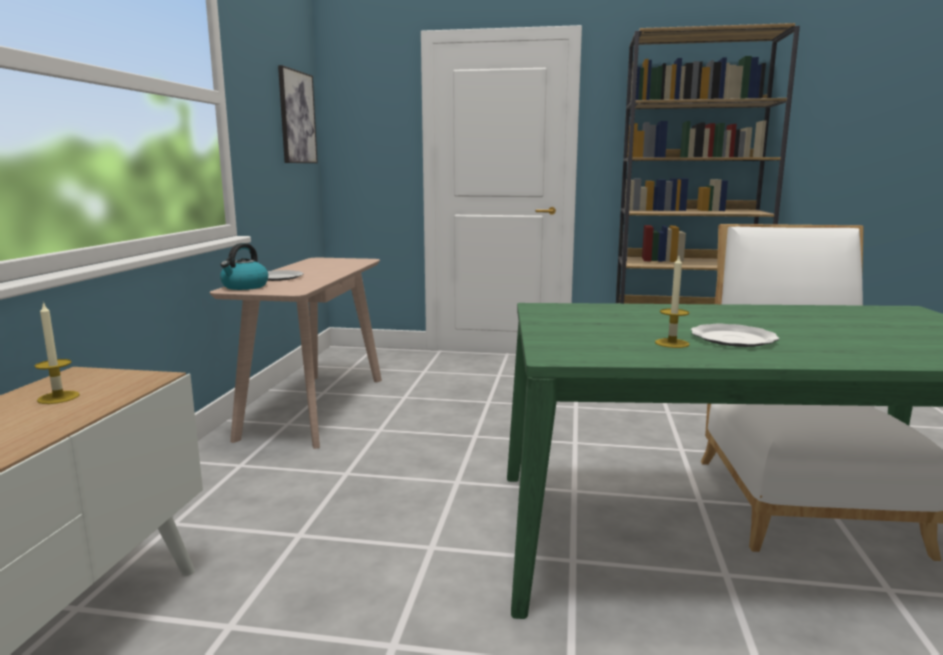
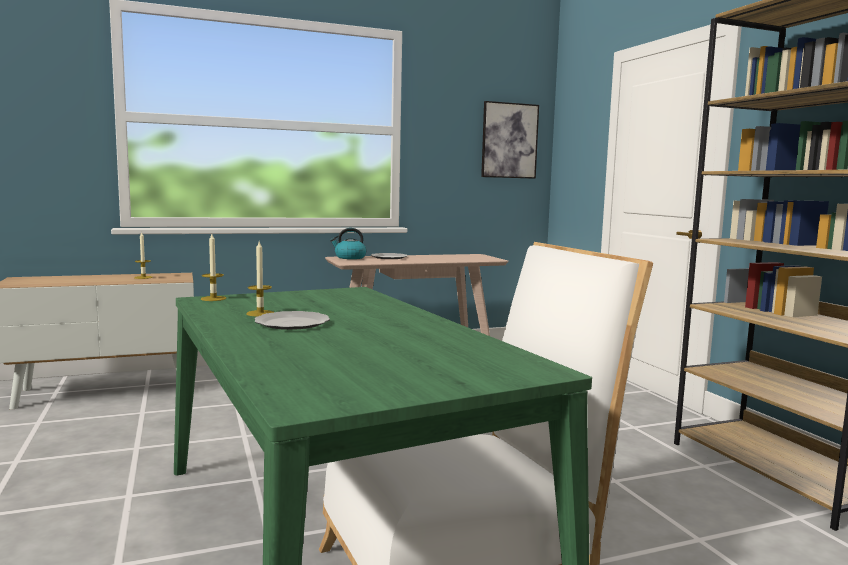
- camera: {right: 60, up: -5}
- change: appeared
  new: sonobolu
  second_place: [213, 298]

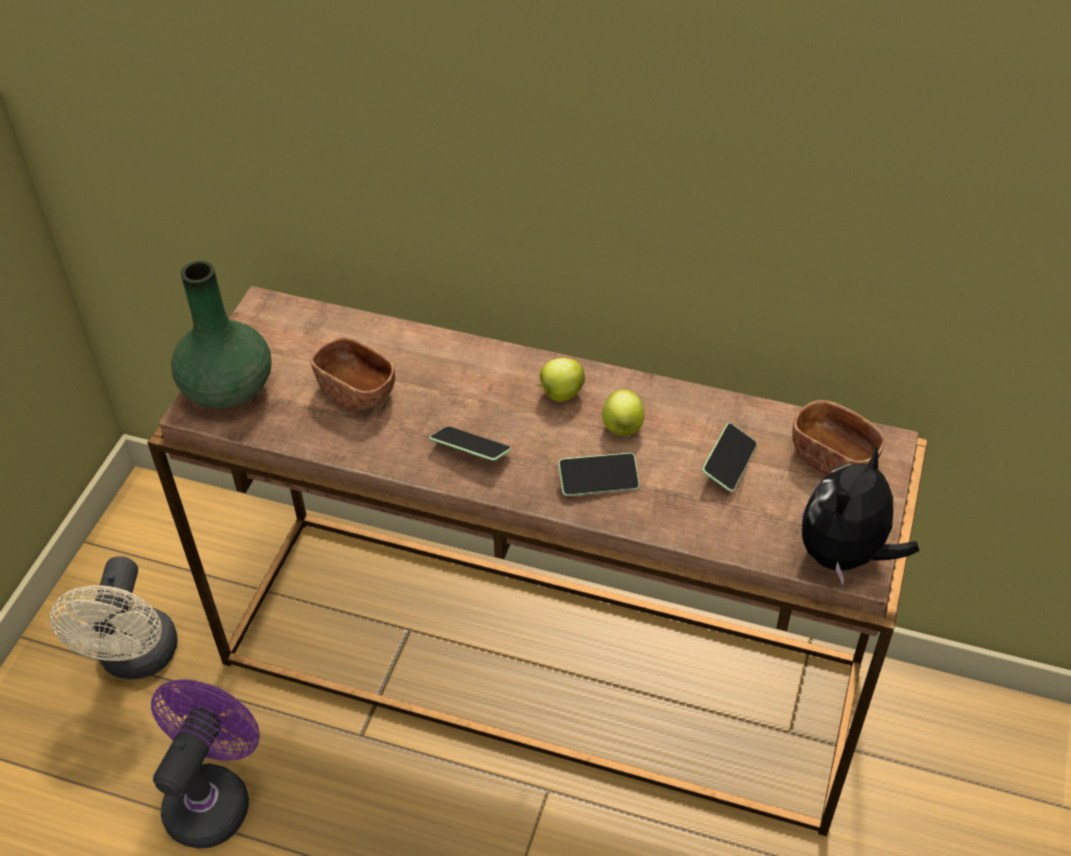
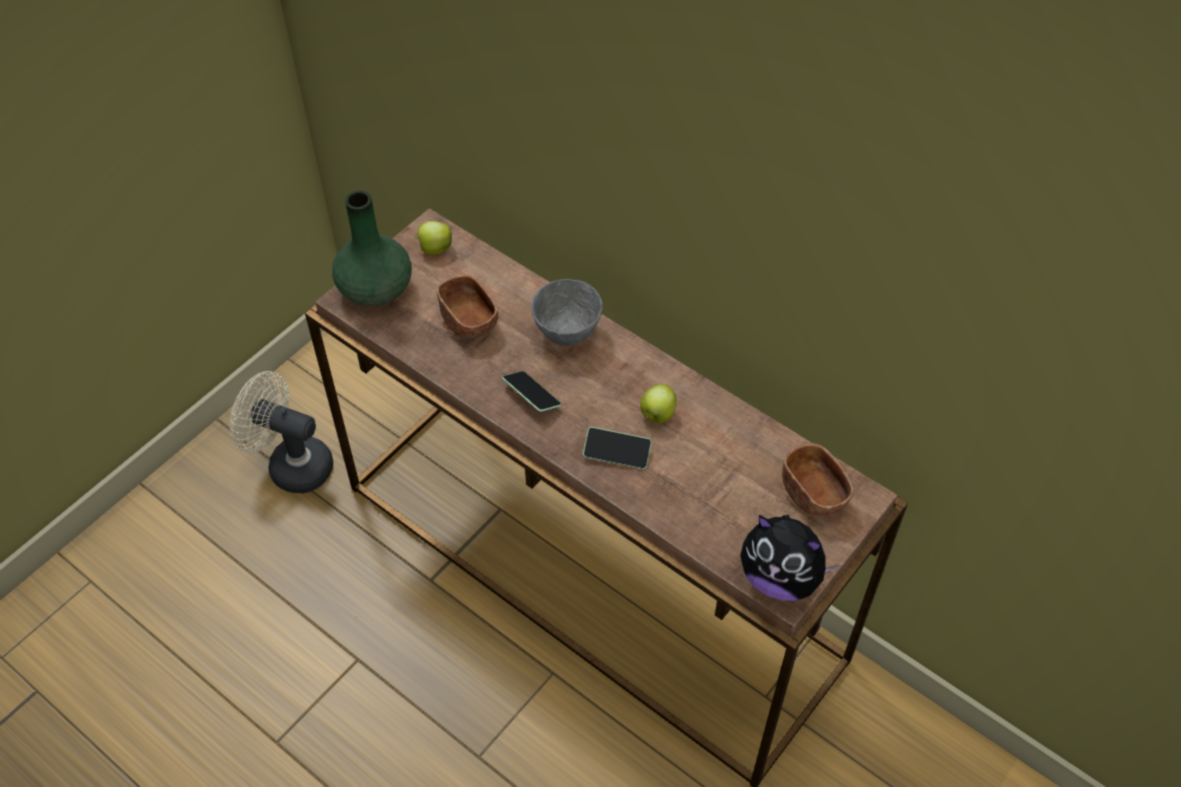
- camera: {right: 20, up: 5}
- change: missing
  old: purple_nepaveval
  first_place: [213, 795]
- change: missing
  old: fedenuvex
  first_place: [729, 464]
- change: appeared
  new: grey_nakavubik
  second_place: [565, 333]
- change: relocated
  old: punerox
  first_place: [560, 394]
  second_place: [434, 249]
- change: spun
  old: beige_nepaveval
  first_place: [136, 660]
  second_place: [291, 464]
  degrees: 90
- change: spun
  old: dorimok
  first_place: [845, 555]
  second_place: [780, 578]
  degrees: -120

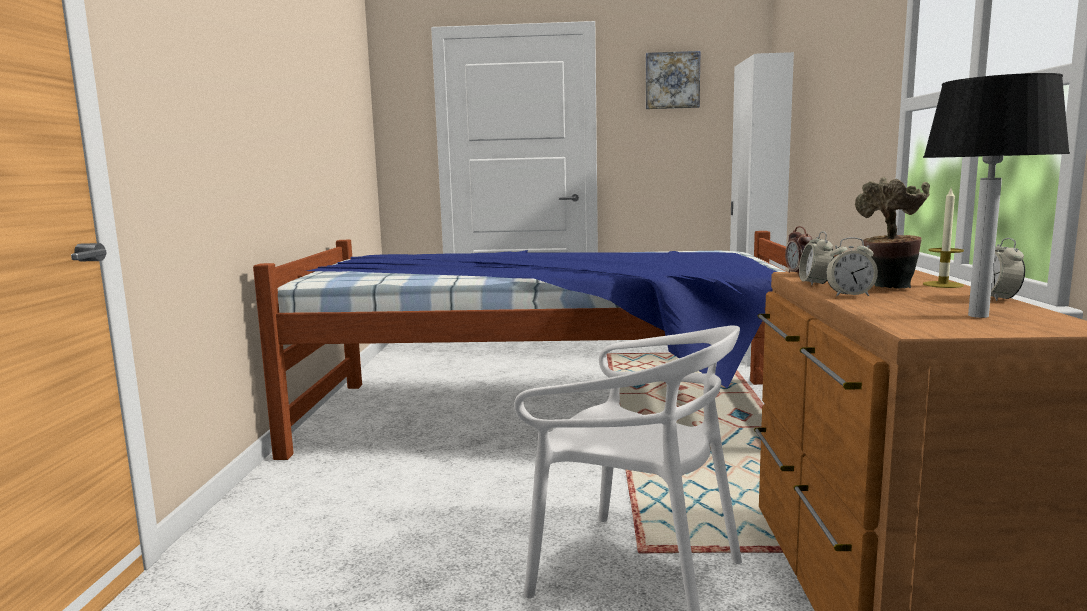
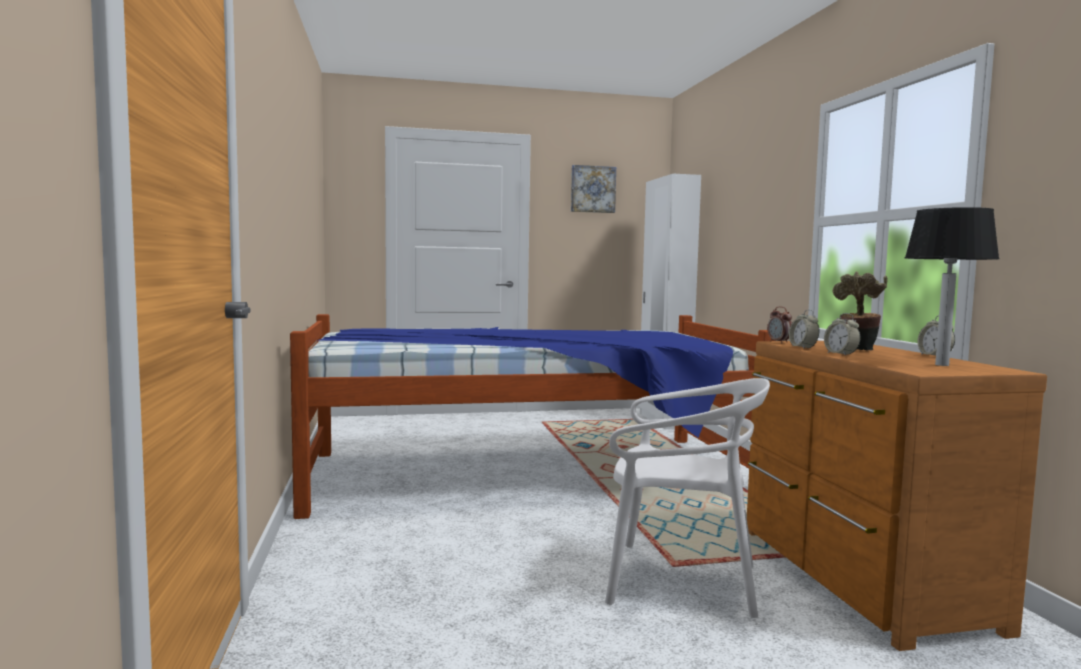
- camera: {right: -15, up: -5}
- change: missing
  old: sonobolu
  first_place: [943, 285]
- change: spun
  old: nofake
  first_place: [849, 295]
  second_place: [841, 354]
  degrees: 75

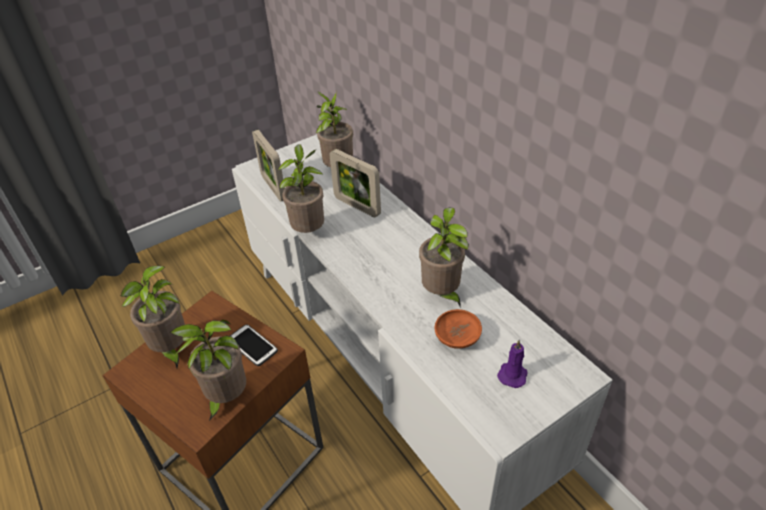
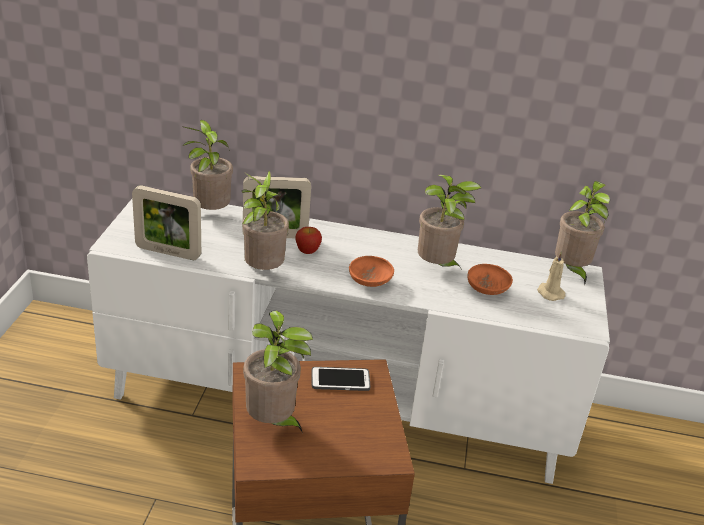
- camera: {right: -50, up: -10}
- change: appeared
  new: punerox
  second_place: [307, 250]
- change: appeared
  new: orange_nakavubik
  second_place: [370, 281]
- change: relocated
  old: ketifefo
  first_place: [226, 398]
  second_place: [571, 272]
- change: colour
  old: purple_sonobolu
  new: beige_sonobolu
  first_place: [513, 374]
  second_place: [549, 293]

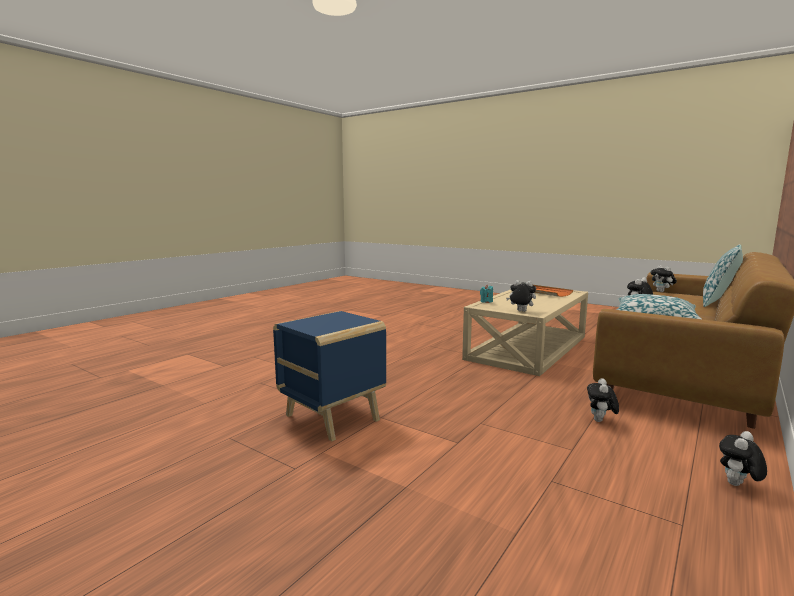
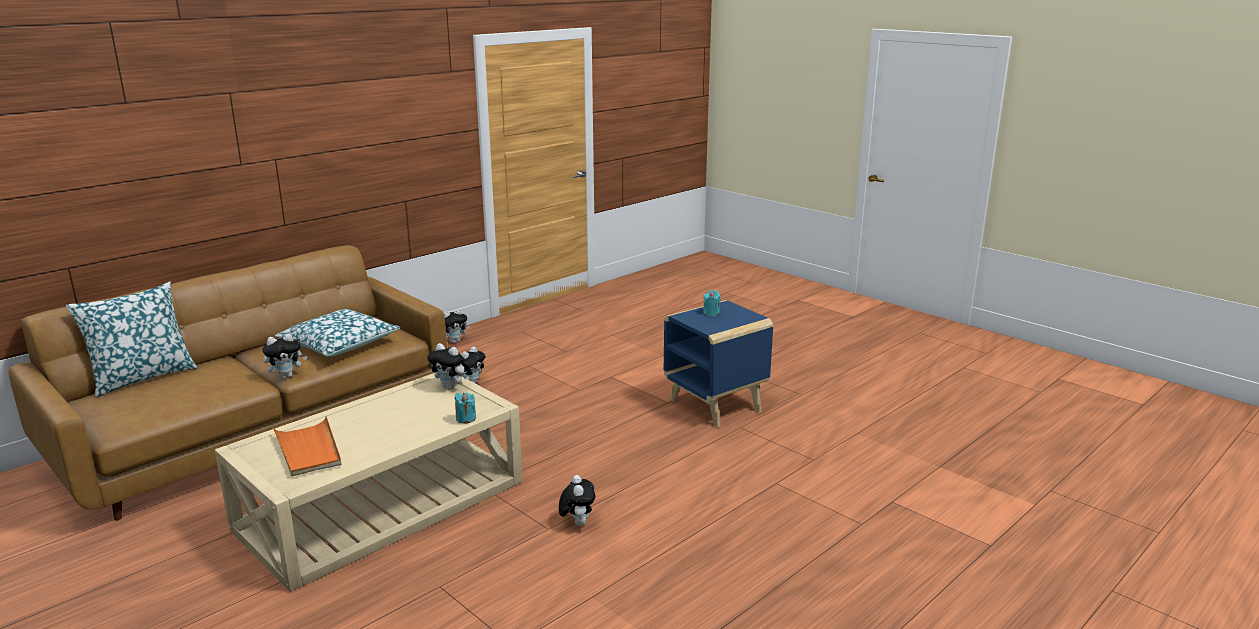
- camera: {right: -170, up: 10}
- change: appeared
  new: turquoise_sonobolu
  second_place: [711, 313]
- change: relocated
  old: dorimok
  first_place: [662, 291]
  second_place: [577, 523]

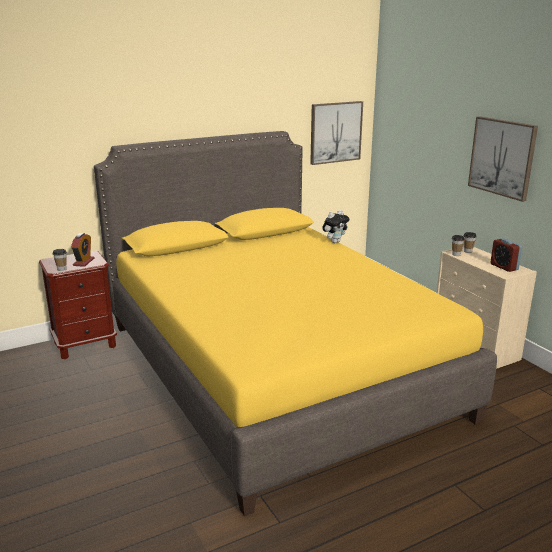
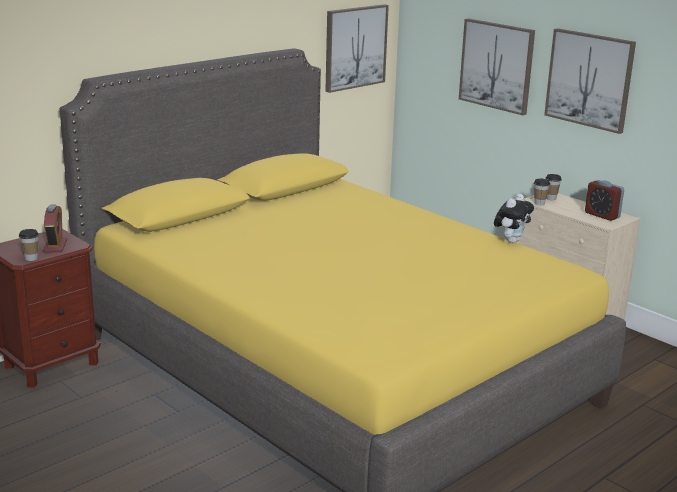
- camera: {right: -15, up: 0}
- change: appeared
  new: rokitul
  second_place: [497, 65]
- change: relocated
  old: dorimok
  first_place: [335, 241]
  second_place: [511, 240]

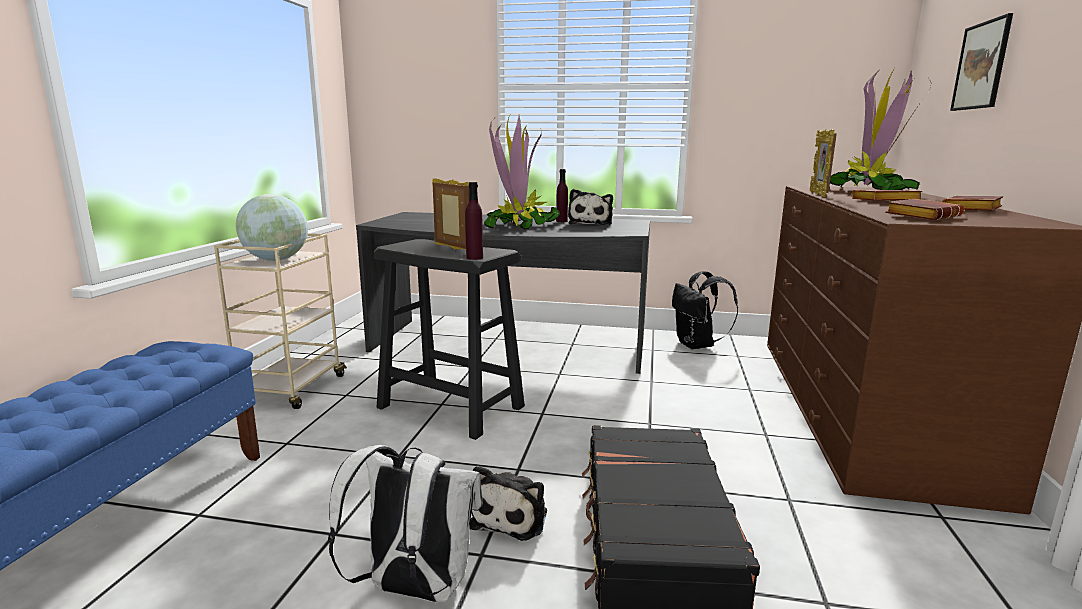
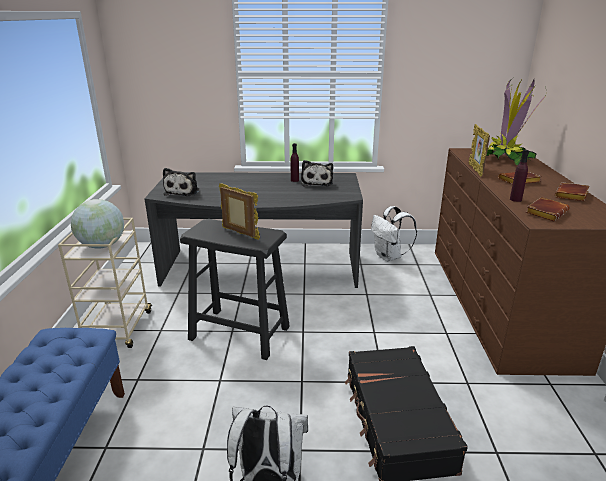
- camera: {right: -10, up: 10}
- change: missing
  old: ketifefo
  first_place: [519, 226]
- change: missing
  old: rokitul
  first_place: [981, 65]
- change: relocated
  old: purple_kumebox
  first_place: [474, 258]
  second_place: [515, 199]
- change: relocated
  old: dorimok
  first_place: [511, 516]
  second_place: [183, 192]
- change: colour
  old: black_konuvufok
  new: white_konuvufok
  first_place: [697, 345]
  second_place: [389, 256]

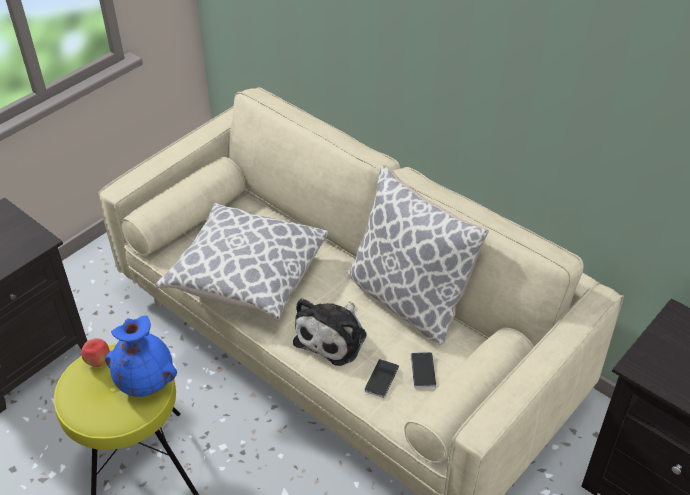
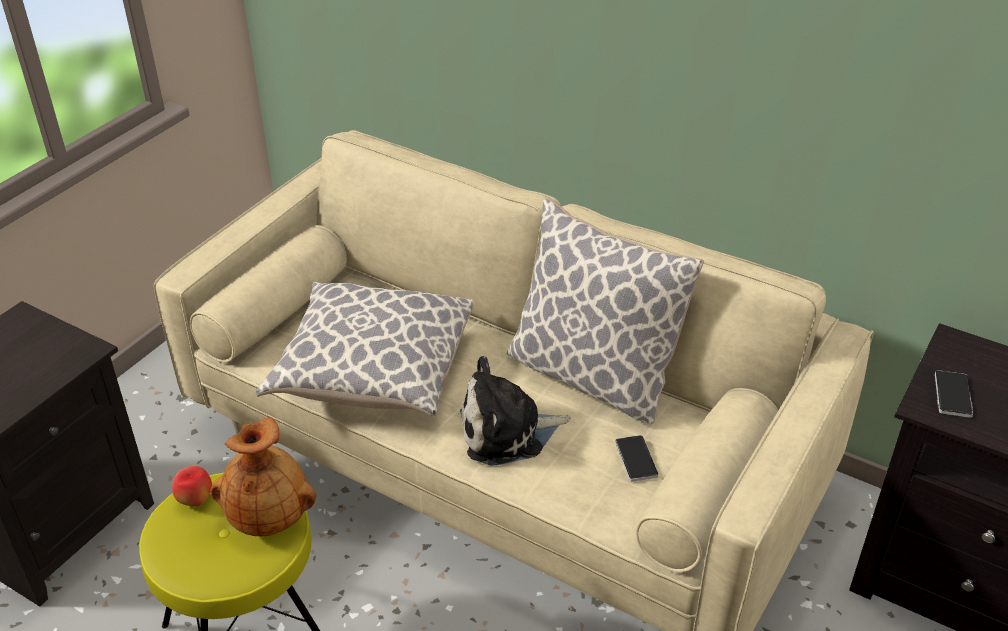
- camera: {right: -10, up: -5}
- change: relocated
  old: fedenuvex
  first_place: [381, 379]
  second_place: [952, 395]
- change: colour
  old: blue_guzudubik
  new: brown_guzudubik
  first_place: [146, 381]
  second_place: [269, 516]
- change: spun
  old: dorimok
  first_place: [333, 336]
  second_place: [507, 432]
  degrees: 60

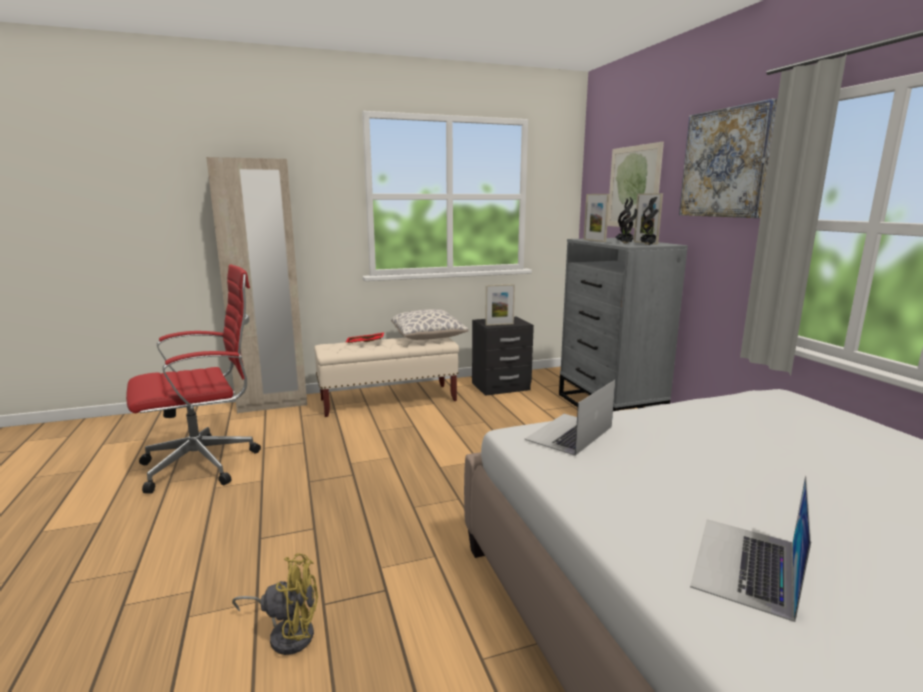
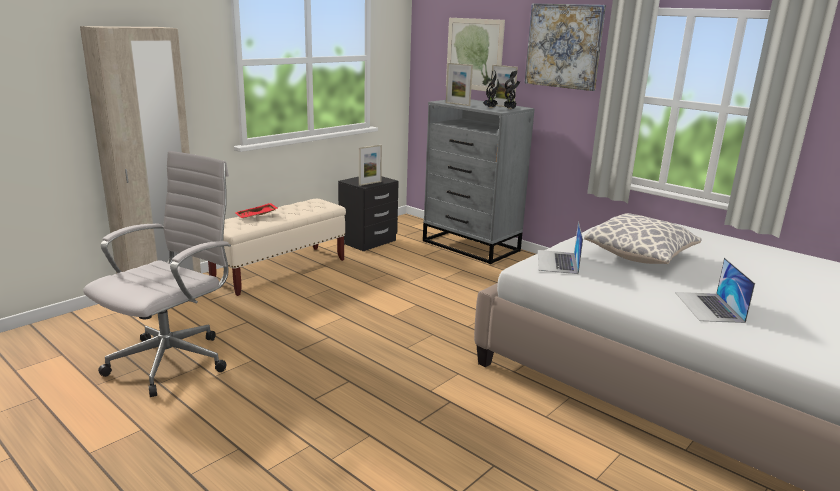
- camera: {right: -30, up: 5}
- change: missing
  old: yellow_nepaveval
  first_place: [287, 633]
- change: relocated
  old: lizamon
  first_place: [428, 338]
  second_place: [640, 256]
- change: colour
  old: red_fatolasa
  new: white_fatolasa
  first_place: [206, 464]
  second_place: [174, 360]

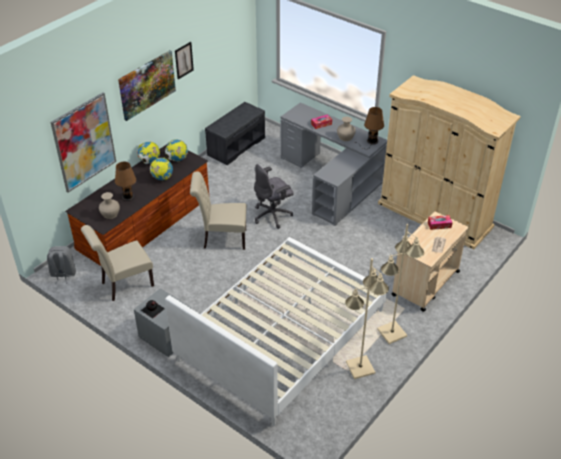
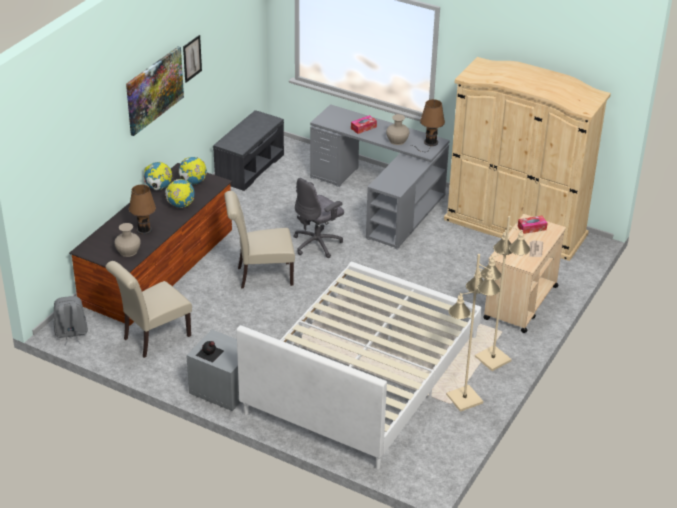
- camera: {right: -10, up: -5}
- change: missing
  old: rokitul
  first_place: [84, 142]

